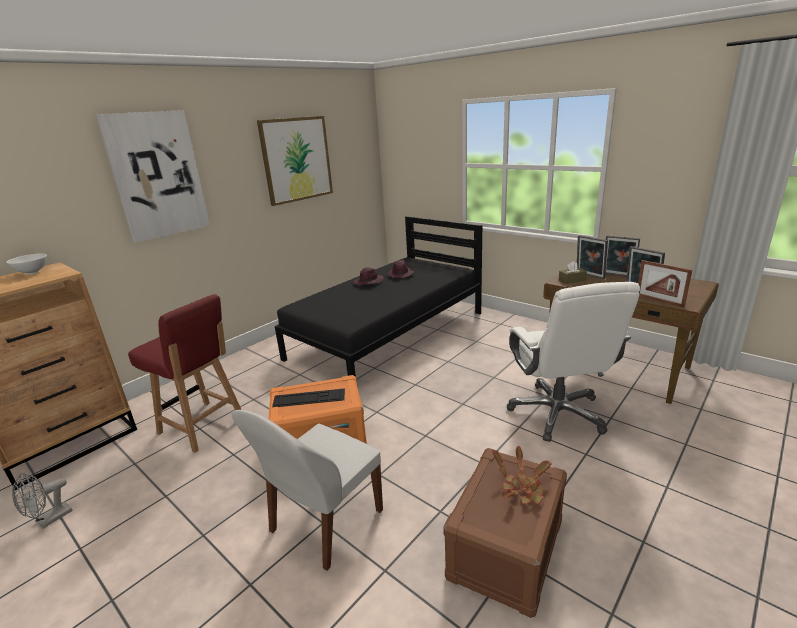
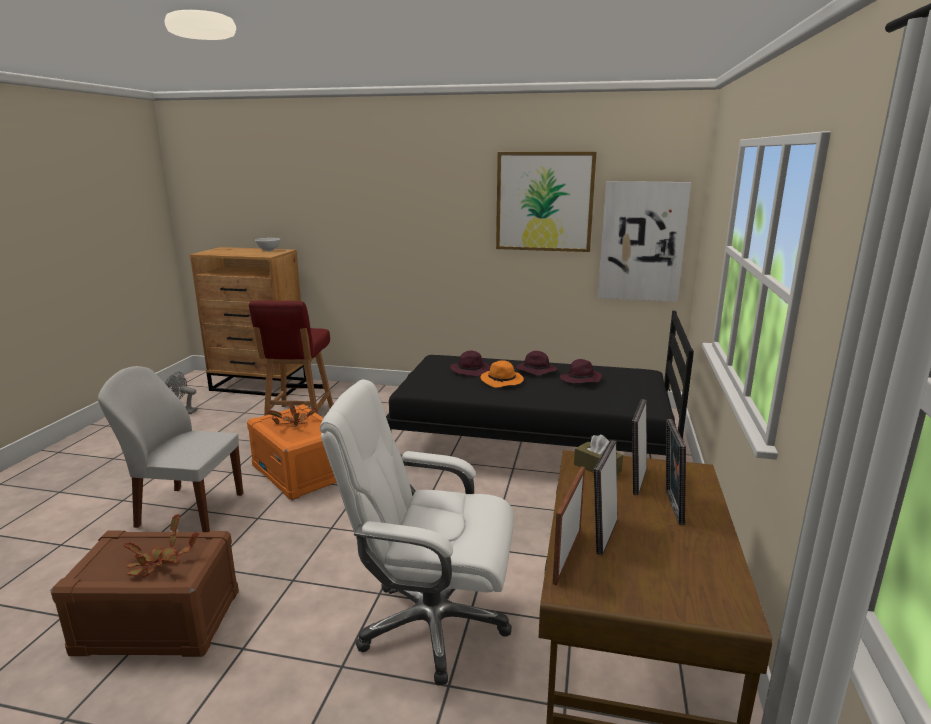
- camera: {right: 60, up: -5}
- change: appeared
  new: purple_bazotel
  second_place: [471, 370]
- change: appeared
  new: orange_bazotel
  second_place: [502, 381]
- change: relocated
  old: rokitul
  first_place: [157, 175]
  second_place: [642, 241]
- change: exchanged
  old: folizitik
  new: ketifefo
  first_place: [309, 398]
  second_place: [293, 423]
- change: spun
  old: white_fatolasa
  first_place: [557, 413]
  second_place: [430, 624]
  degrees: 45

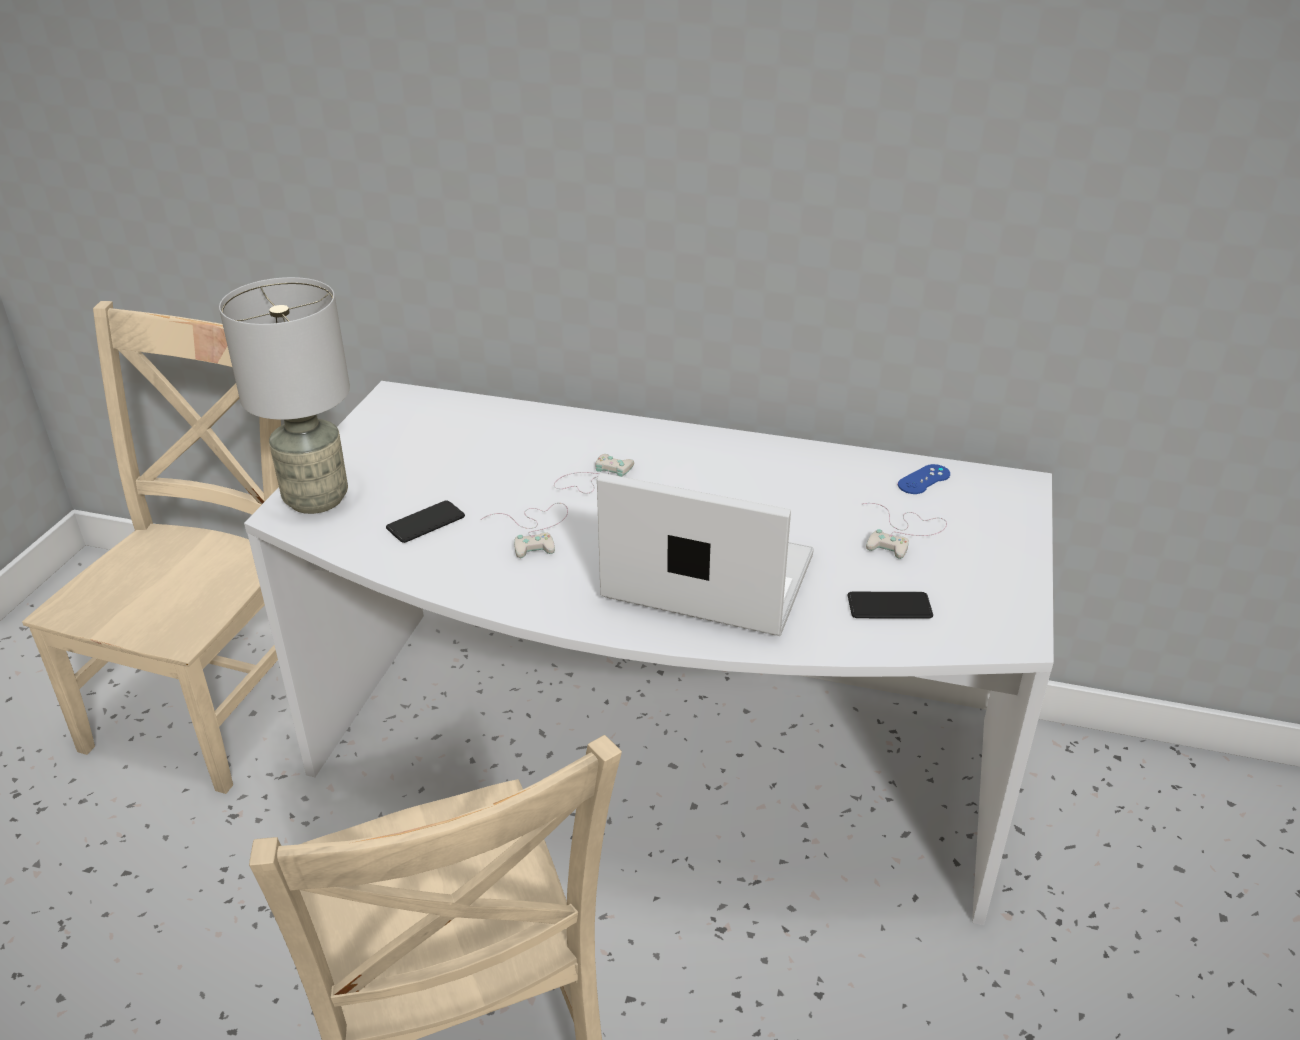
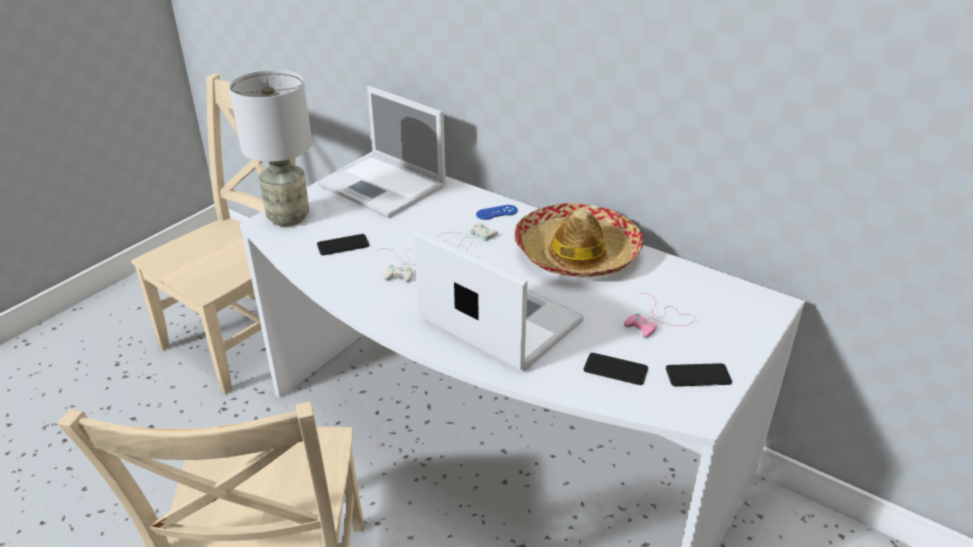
- camera: {right: 20, up: 0}
- change: appeared
  new: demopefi
  second_place: [384, 186]
- change: appeared
  new: bazotel
  second_place: [576, 253]
- change: appeared
  new: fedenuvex
  second_place: [698, 376]
- change: relocated
  old: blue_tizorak
  first_place: [924, 480]
  second_place: [497, 212]
- change: colour
  old: white_tizorak
  new: pink_tizorak
  first_place: [903, 533]
  second_place: [659, 320]

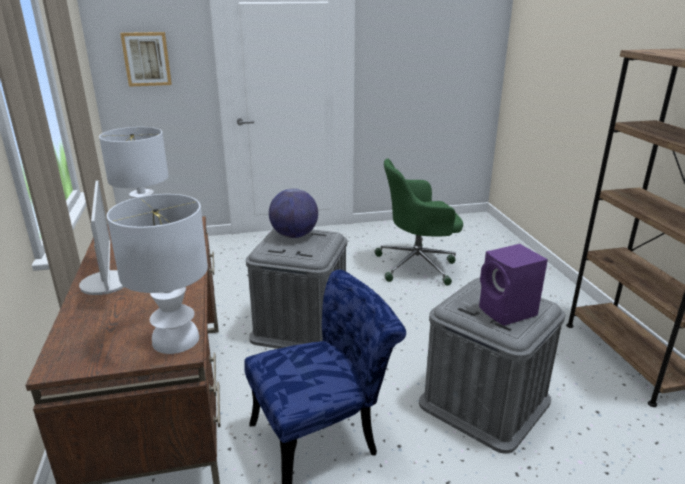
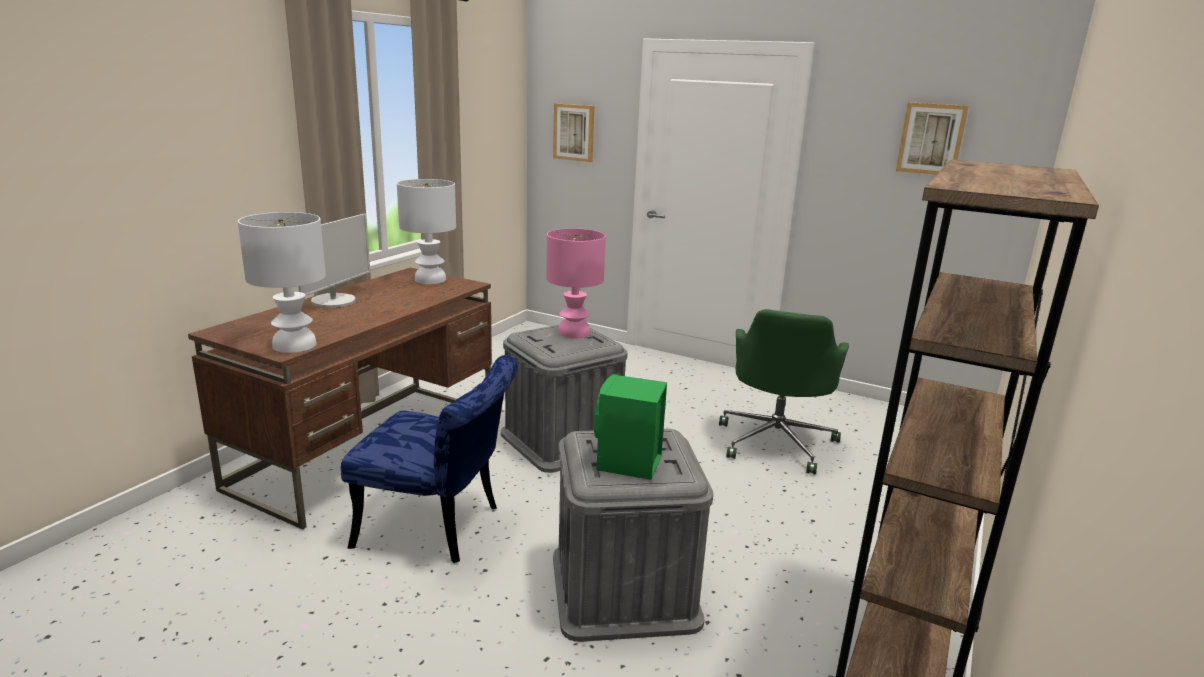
- camera: {right: 40, up: -5}
- change: appeared
  new: rokitul
  second_place: [931, 139]
- change: exchanged
  old: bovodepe
  new: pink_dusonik
  first_place: [294, 235]
  second_place: [573, 332]
- change: colour
  old: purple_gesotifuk
  new: green_gesotifuk
  first_place: [508, 312]
  second_place: [627, 464]
- change: spun
  old: green_fatolasa
  first_place: [418, 265]
  second_place: [776, 442]
  degrees: -105

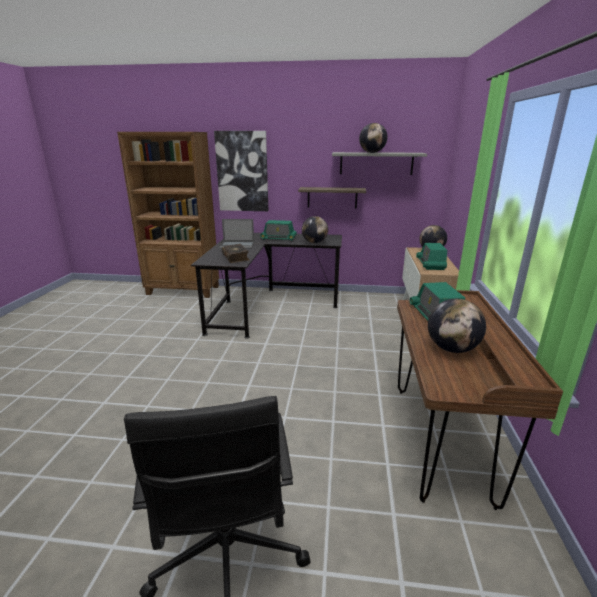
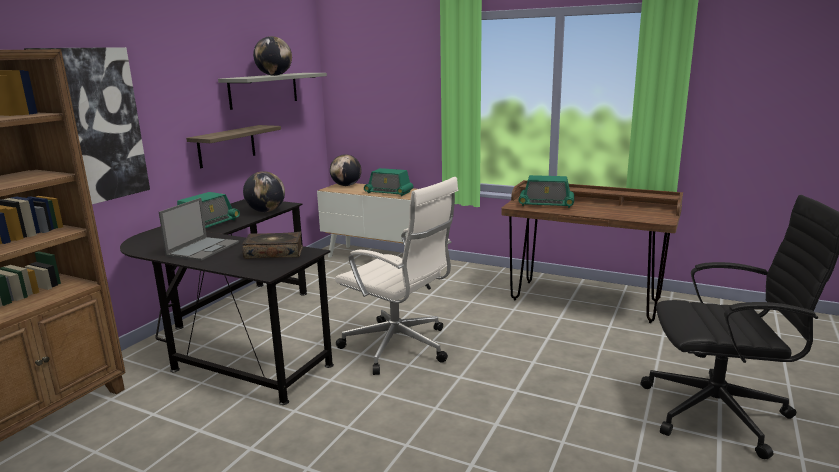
- camera: {right: -70, up: -5}
- change: missing
  old: bovodepe
  first_place: [452, 349]
- change: appeared
  new: white_fatolasa
  second_place: [399, 347]

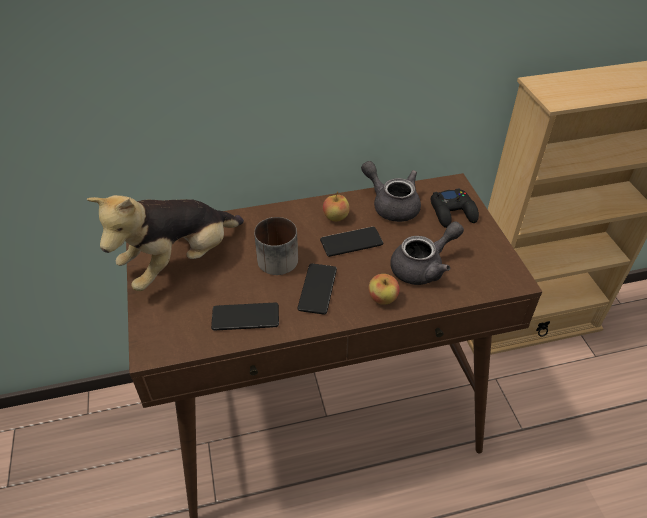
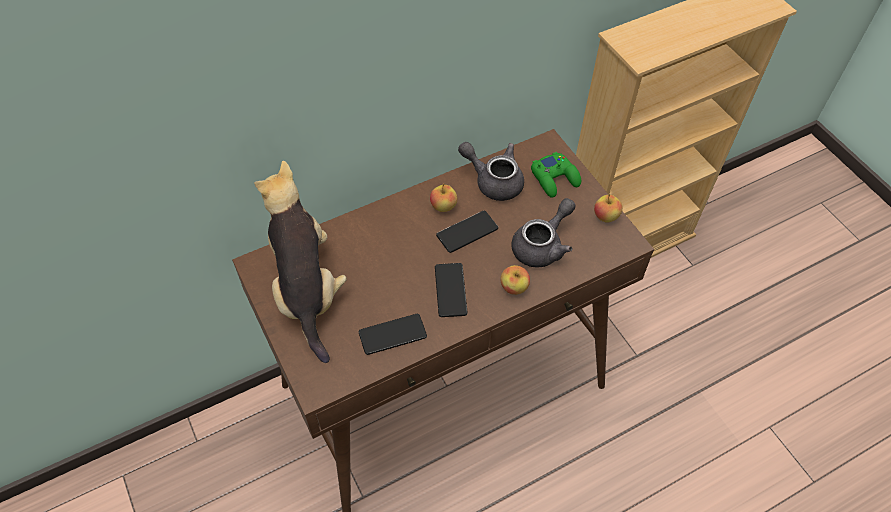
- camera: {right: -15, up: 10}
- change: missing
  old: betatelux
  first_place: [273, 258]
- change: appeared
  new: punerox
  second_place: [605, 216]
- change: colour
  old: black_tizorak
  new: green_tizorak
  first_place: [453, 212]
  second_place: [555, 178]
- change: spun
  old: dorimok
  first_place: [180, 262]
  second_place: [307, 289]
  degrees: 135

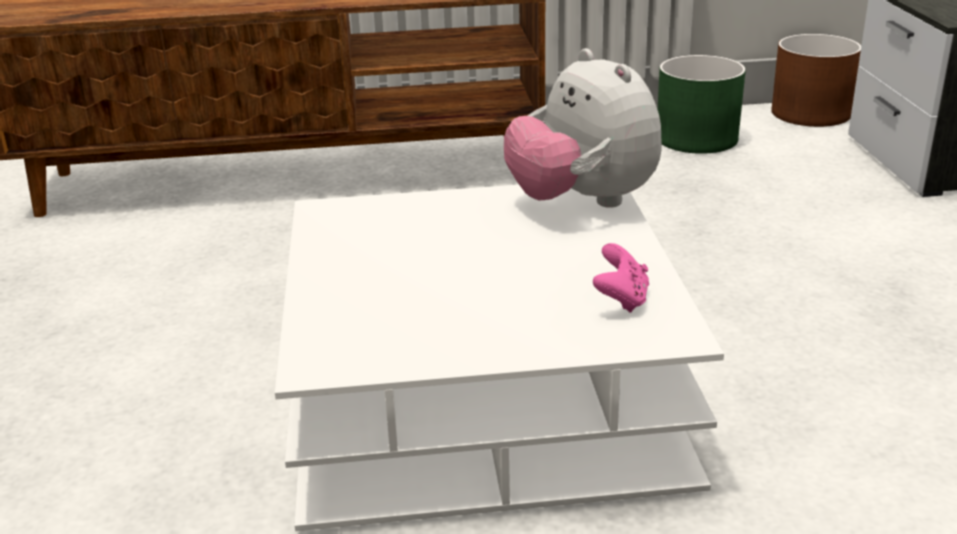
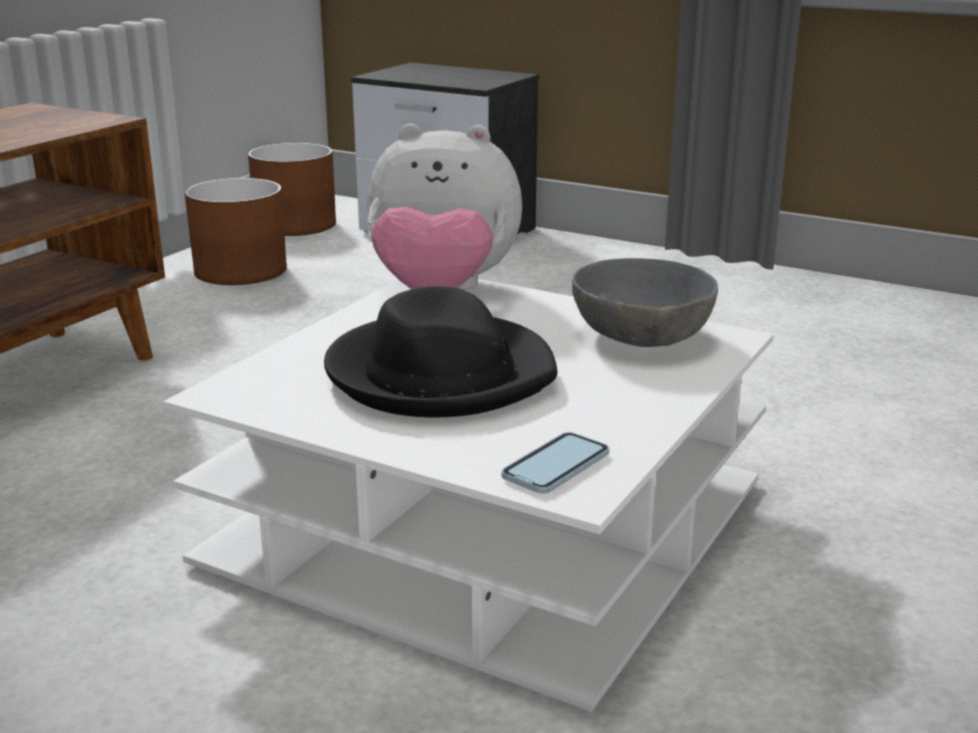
- camera: {right: -55, up: -5}
- change: appeared
  new: black_bazotel
  second_place: [440, 373]
- change: appeared
  new: fedenuvex
  second_place: [556, 466]
- change: exchanged
  old: pink_tizorak
  new: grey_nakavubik
  first_place: [621, 300]
  second_place: [643, 336]
- change: colour
  old: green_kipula
  new: brown_kipula
  first_place: [697, 139]
  second_place: [241, 270]

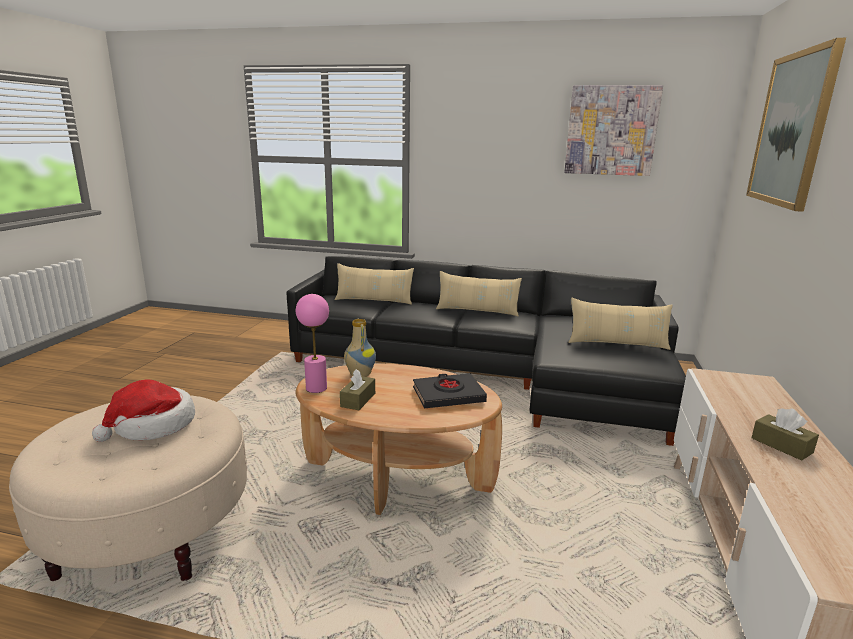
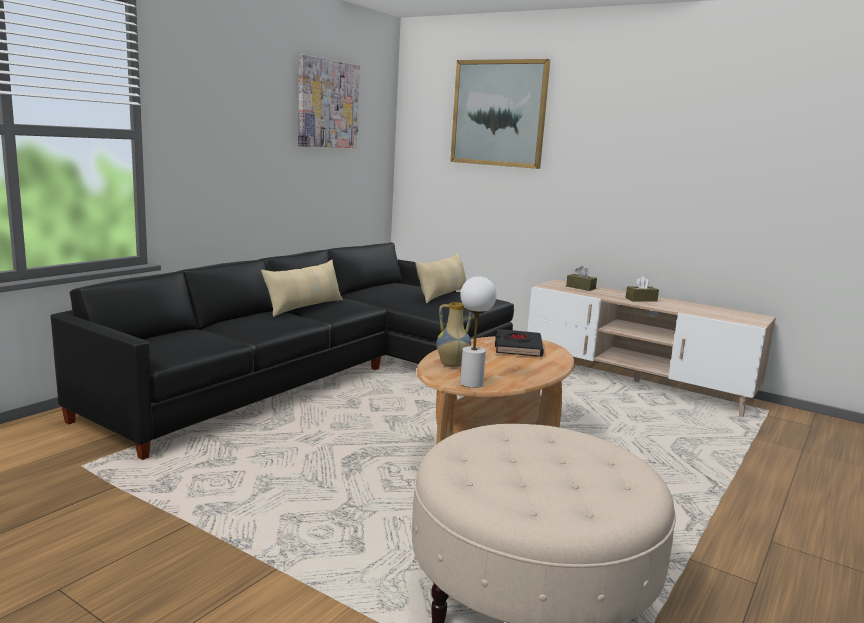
- camera: {right: -70, up: -5}
- change: missing
  old: bazotel
  first_place: [152, 425]
- change: missing
  old: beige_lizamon
  first_place: [374, 301]
- change: relocated
  old: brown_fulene
  first_place: [358, 400]
  second_place: [580, 287]
- change: colour
  old: pink_dusonik
  new: white_dusonik
  first_place: [316, 388]
  second_place: [471, 383]

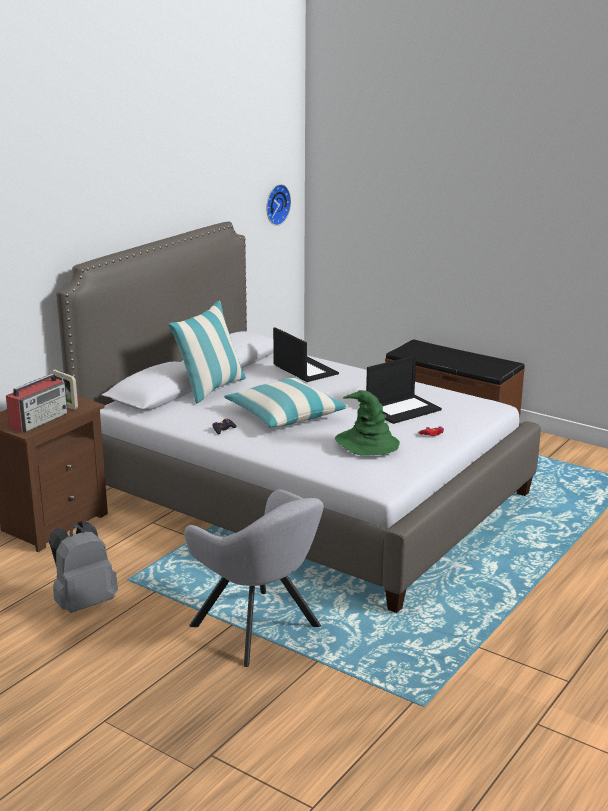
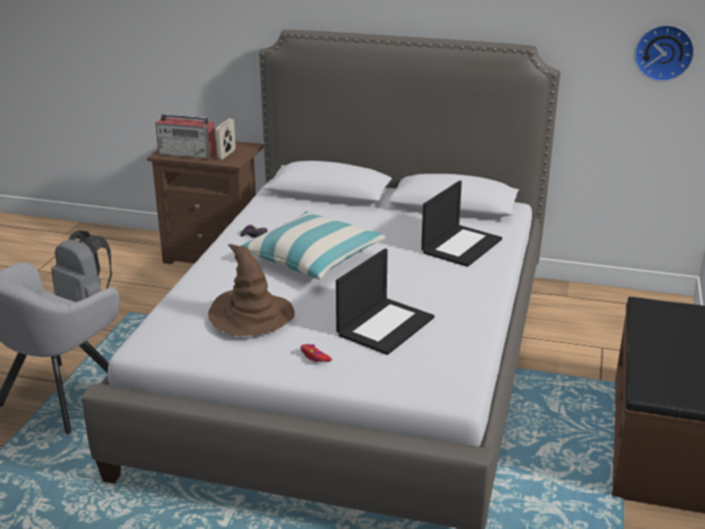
- camera: {right: 70, up: 5}
- change: missing
  old: lizamon
  first_place: [211, 389]
- change: colour
  old: green_bazotel
  new: brown_bazotel
  first_place: [366, 444]
  second_place: [251, 316]
- change: spun
  old: demopefi
  first_place: [403, 409]
  second_place: [385, 325]
  degrees: -90

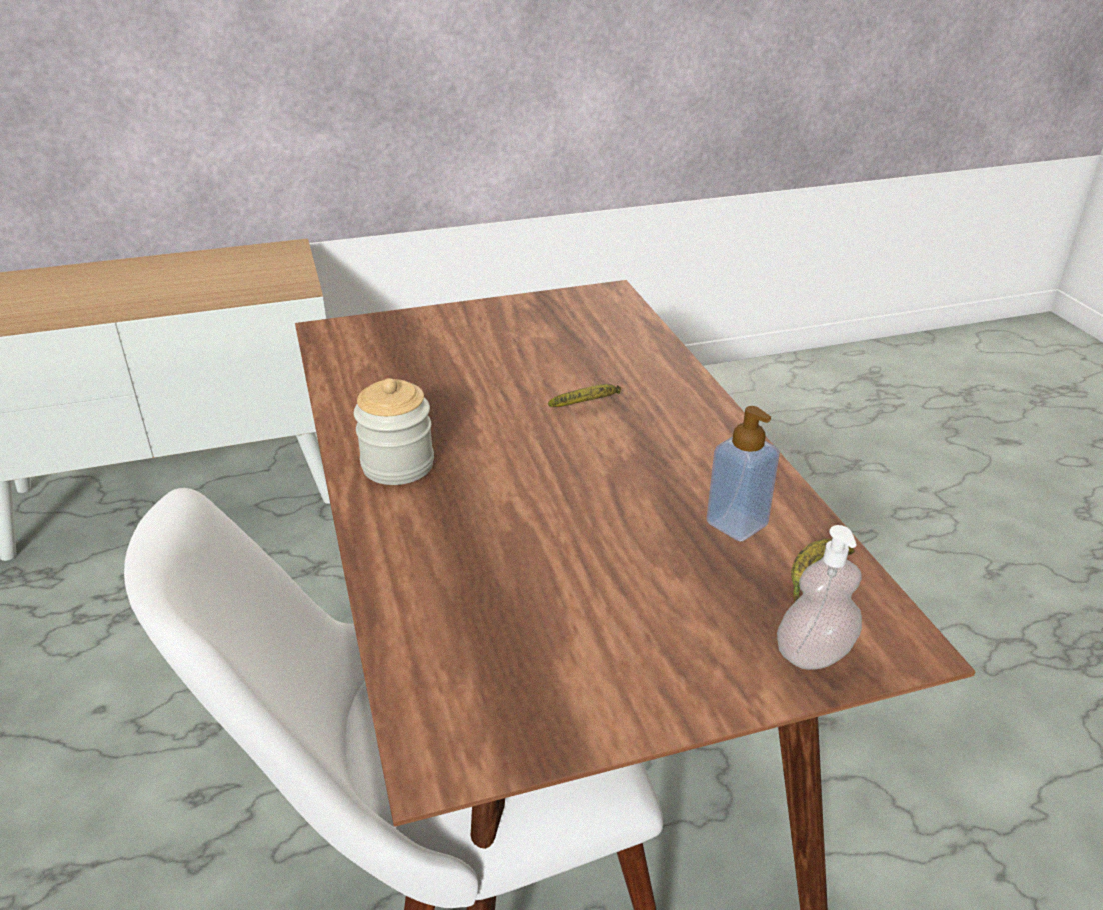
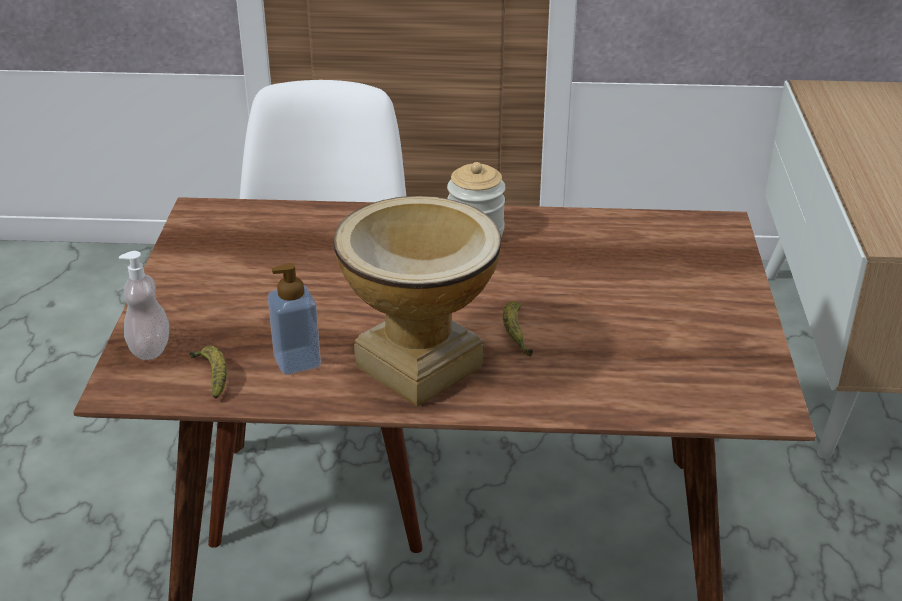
- camera: {right: 110, up: 0}
- change: appeared
  new: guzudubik
  second_place: [420, 366]

